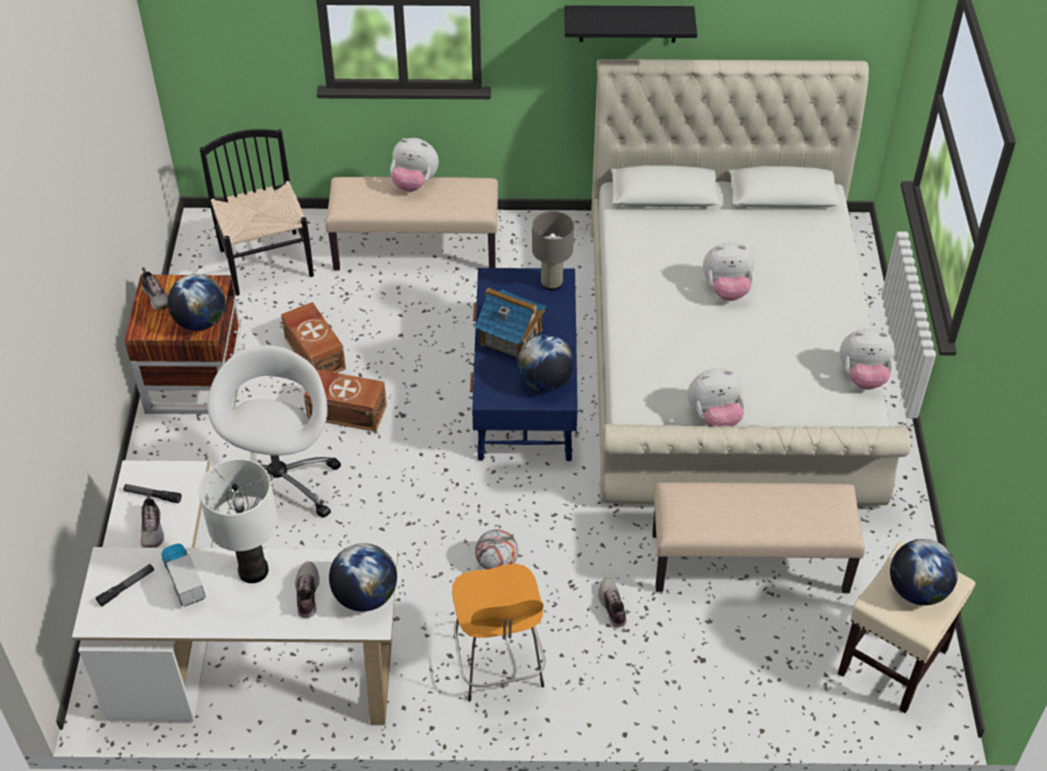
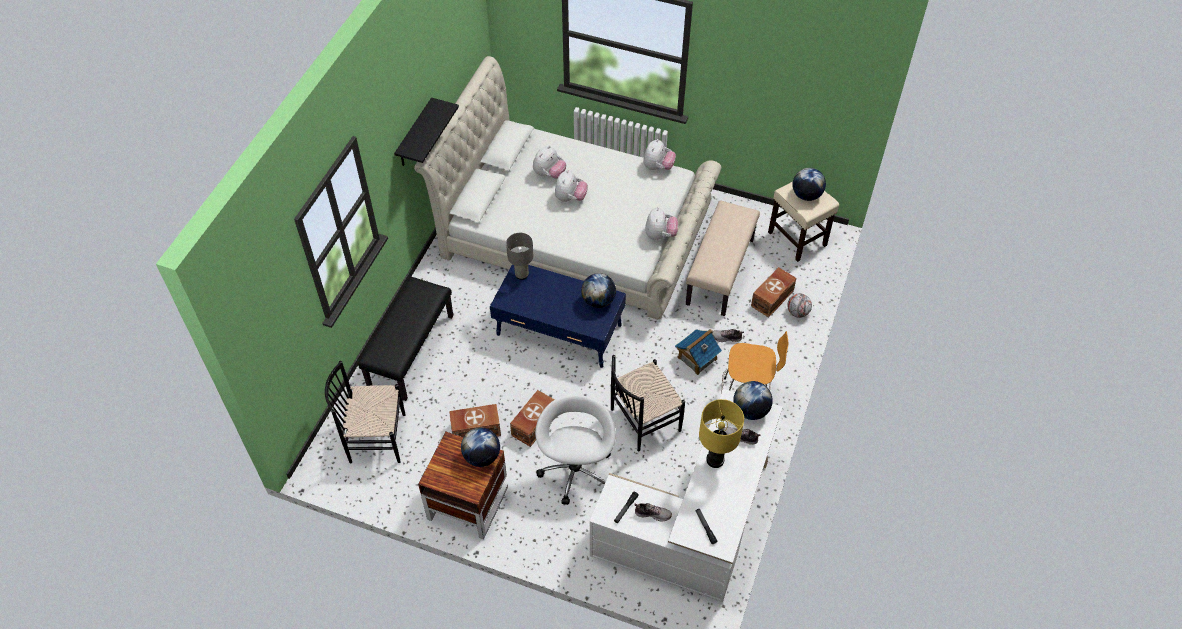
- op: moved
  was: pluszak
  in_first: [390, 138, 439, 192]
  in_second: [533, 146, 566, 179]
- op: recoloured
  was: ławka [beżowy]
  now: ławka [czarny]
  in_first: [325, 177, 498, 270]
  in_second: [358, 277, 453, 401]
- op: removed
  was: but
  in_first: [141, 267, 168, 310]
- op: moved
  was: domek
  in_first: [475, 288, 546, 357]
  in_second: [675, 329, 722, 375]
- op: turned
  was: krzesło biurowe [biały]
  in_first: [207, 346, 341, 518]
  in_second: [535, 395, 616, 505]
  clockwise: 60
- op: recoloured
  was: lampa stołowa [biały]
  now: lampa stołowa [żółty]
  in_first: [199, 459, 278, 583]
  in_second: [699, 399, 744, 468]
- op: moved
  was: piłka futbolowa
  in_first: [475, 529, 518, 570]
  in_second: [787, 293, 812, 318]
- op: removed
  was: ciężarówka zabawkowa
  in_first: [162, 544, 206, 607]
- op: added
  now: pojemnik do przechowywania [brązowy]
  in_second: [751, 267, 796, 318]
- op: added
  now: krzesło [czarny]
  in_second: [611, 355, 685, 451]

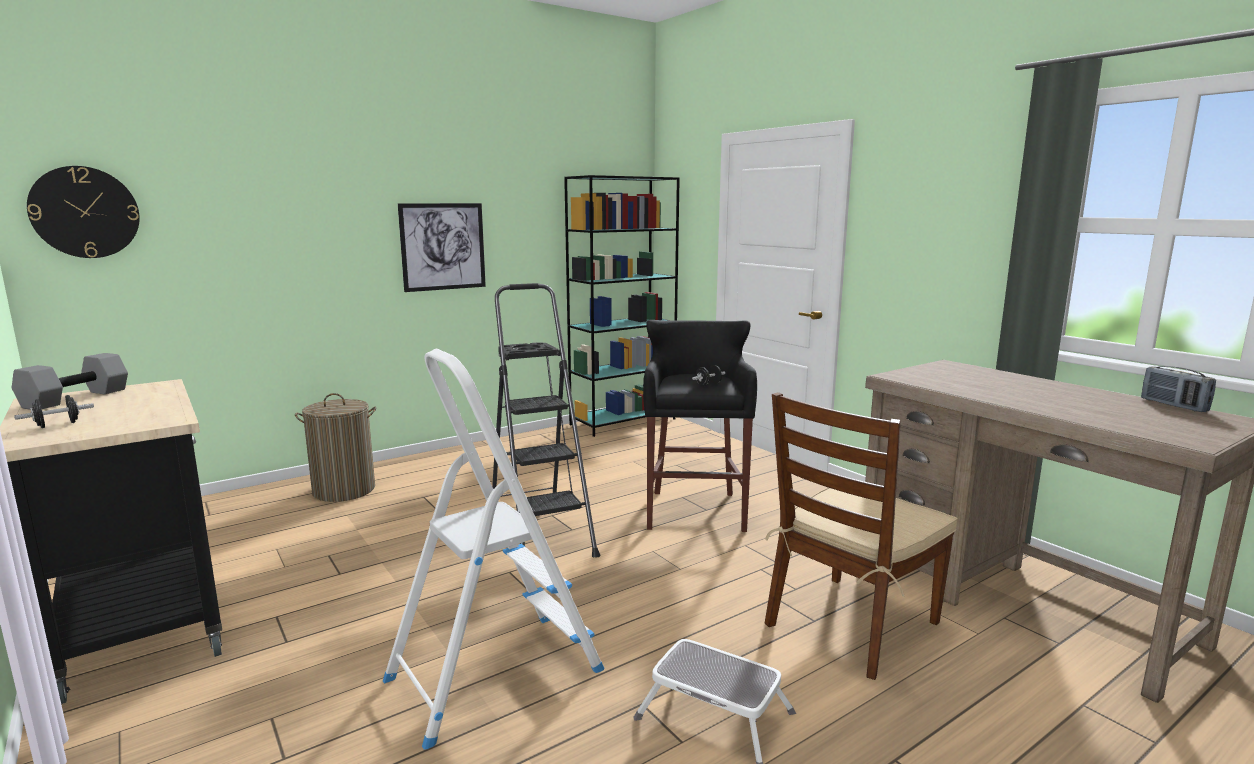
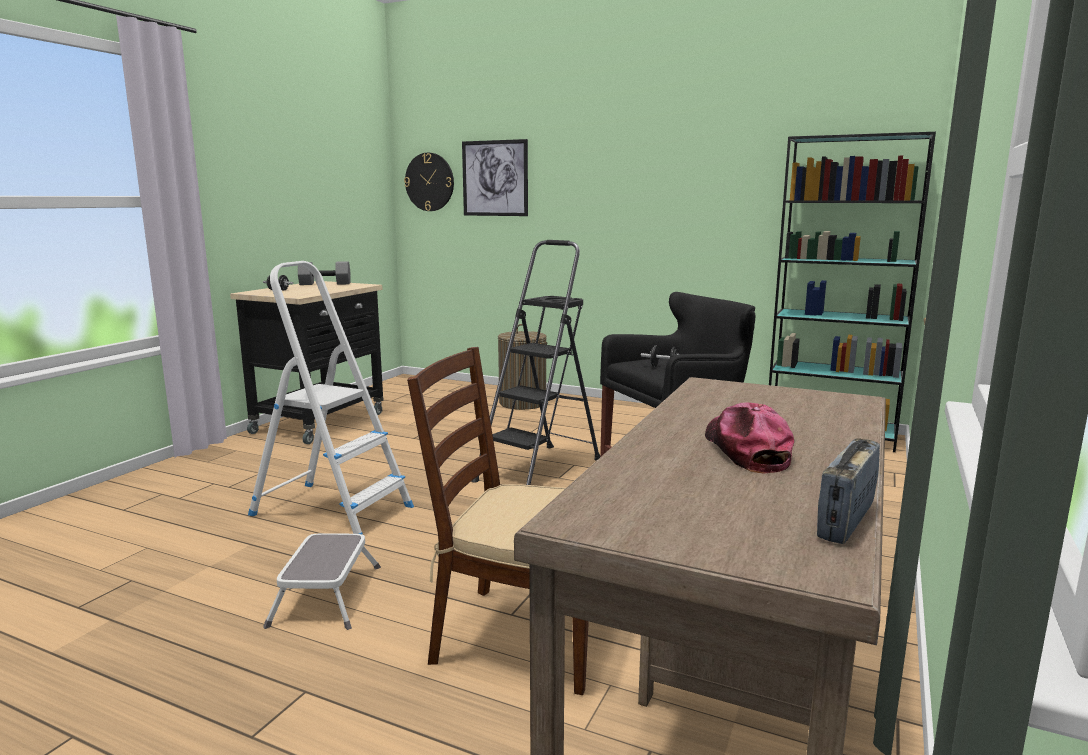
- op: moved
  was: obraz
  in_first: [398, 203, 486, 292]
  in_second: [462, 139, 528, 216]
- op: added
  now: czapka z daszkiem
  in_second: [705, 403, 794, 474]

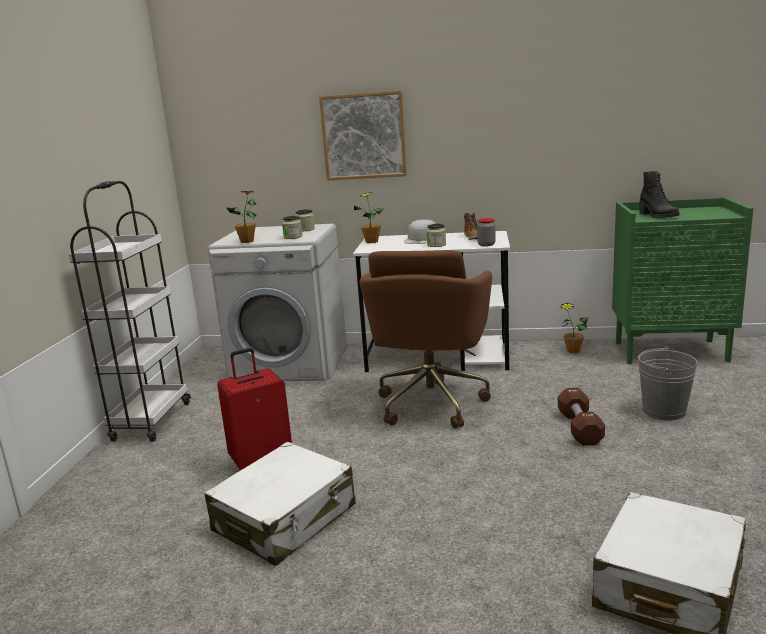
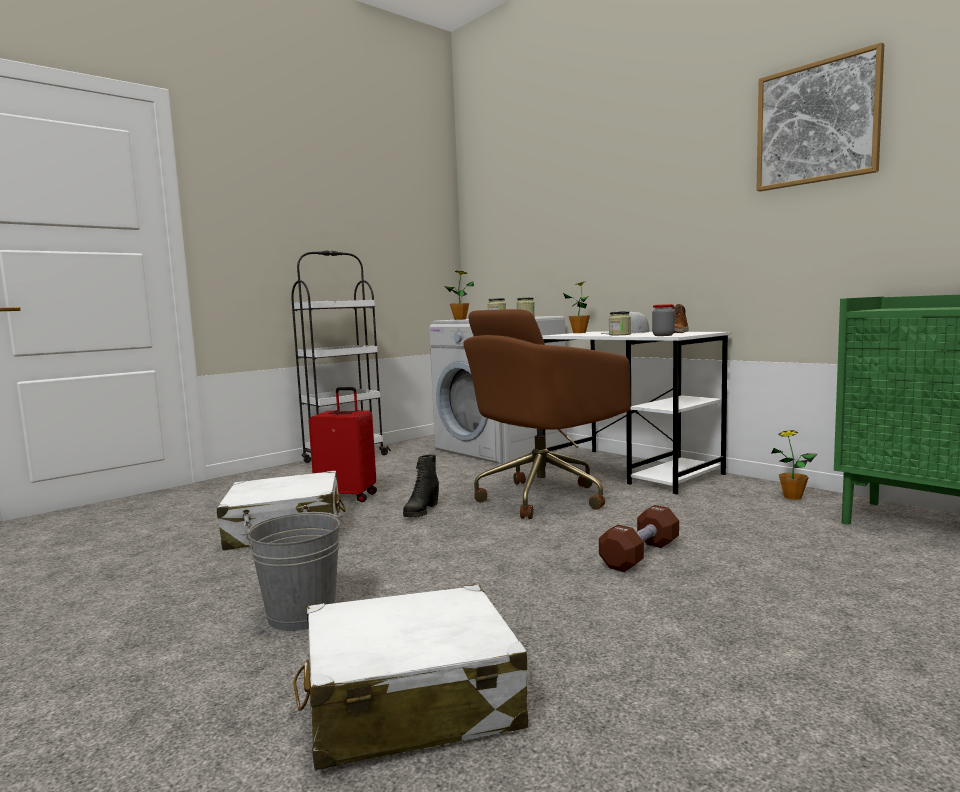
- op: moved
  was: obraz
  in_first: [319, 91, 407, 181]
  in_second: [756, 42, 884, 191]
- op: moved
  was: but z cholewką [czarny]
  in_first: [640, 171, 680, 218]
  in_second: [403, 455, 439, 517]
- op: moved
  was: wiadro [szary]
  in_first: [638, 346, 697, 420]
  in_second: [240, 512, 343, 631]

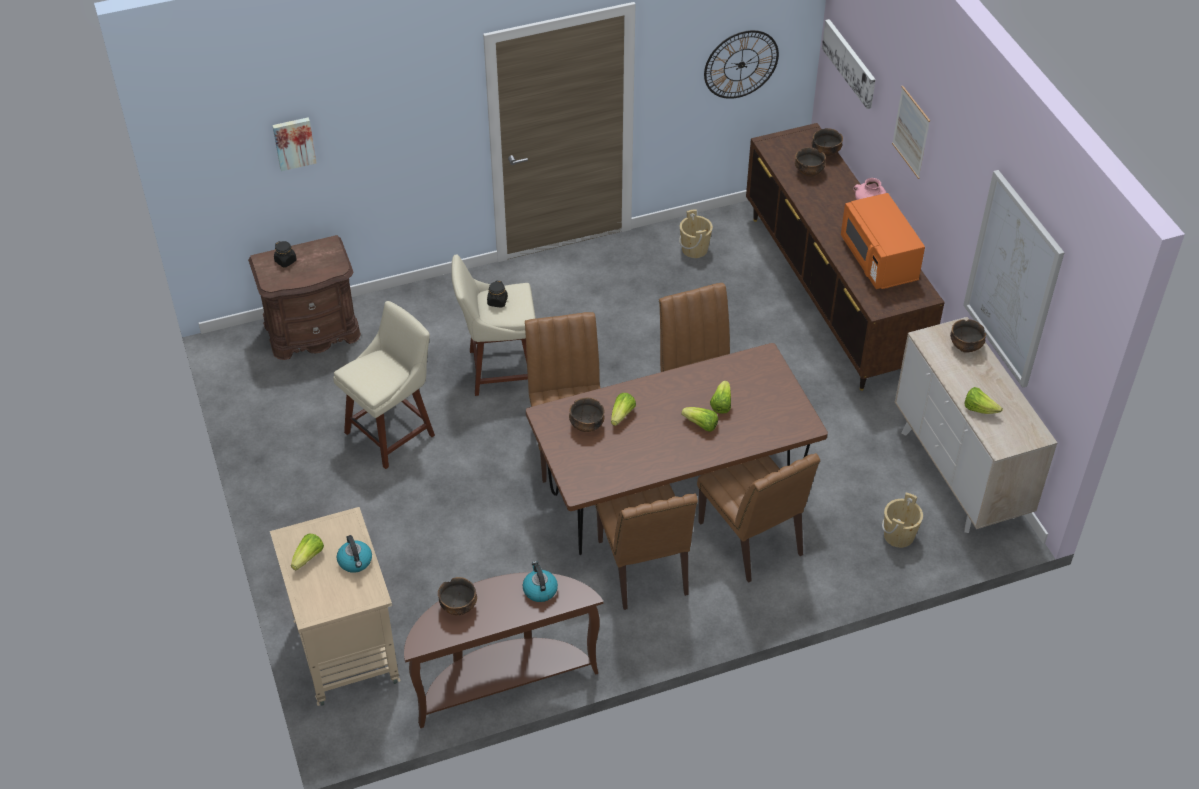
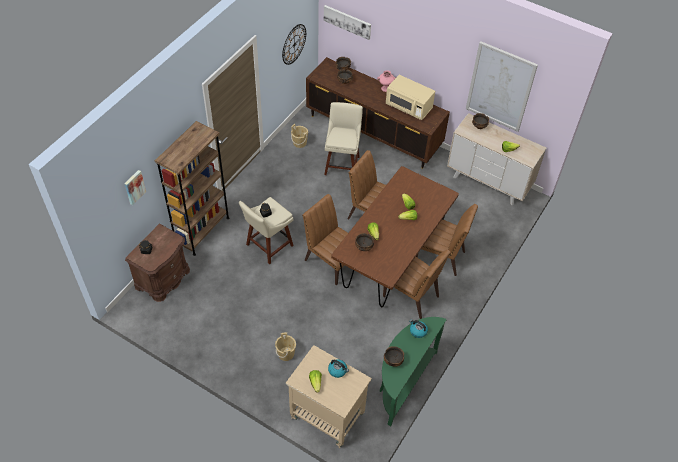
- op: removed
  was: obraz
  in_first: [892, 86, 930, 179]
- op: recoloured
  was: mikrofalówka [pomarańczowy]
  now: mikrofalówka [beżowy]
  in_first: [841, 193, 925, 289]
  in_second: [386, 75, 435, 120]
- op: moved
  was: stołek [beżowy]
  in_first: [333, 301, 435, 469]
  in_second: [324, 102, 363, 175]
- op: moved
  was: wiadro [beżowy]
  in_first: [882, 493, 923, 548]
  in_second: [275, 332, 296, 361]
- op: recoloured
  was: stolik konsolowy [brązowy]
  now: stolik konsolowy [zielony]
  in_first: [404, 572, 603, 728]
  in_second: [379, 317, 447, 426]
- op: added
  now: regał [brązowy]
  in_second: [155, 121, 229, 256]

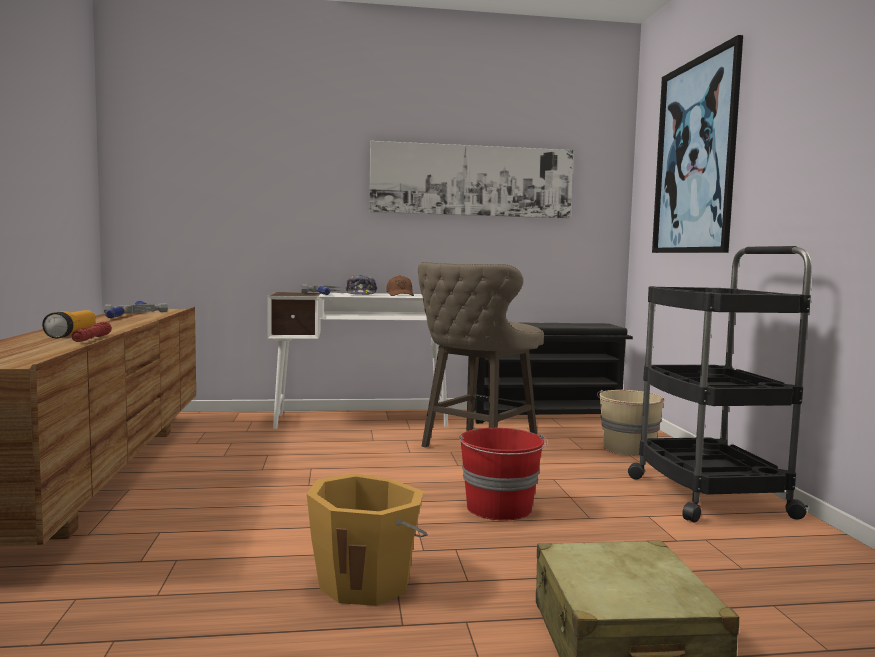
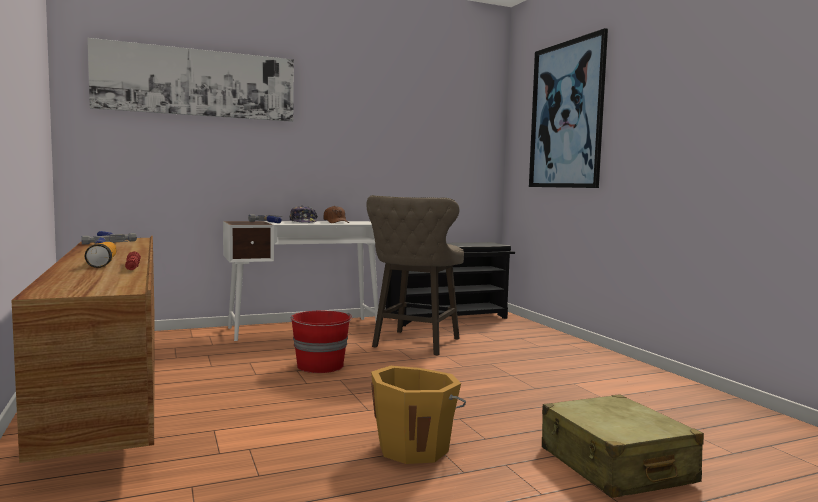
- op: moved
  was: obraz
  in_first: [369, 141, 573, 218]
  in_second: [88, 38, 294, 122]
- op: removed
  was: wózek [czarny]
  in_first: [628, 246, 812, 523]
- op: removed
  was: wiadro [beżowy]
  in_first: [597, 390, 665, 456]
- op: moved
  was: wiadro [czerwony]
  in_first: [459, 428, 547, 521]
  in_second: [291, 311, 352, 373]

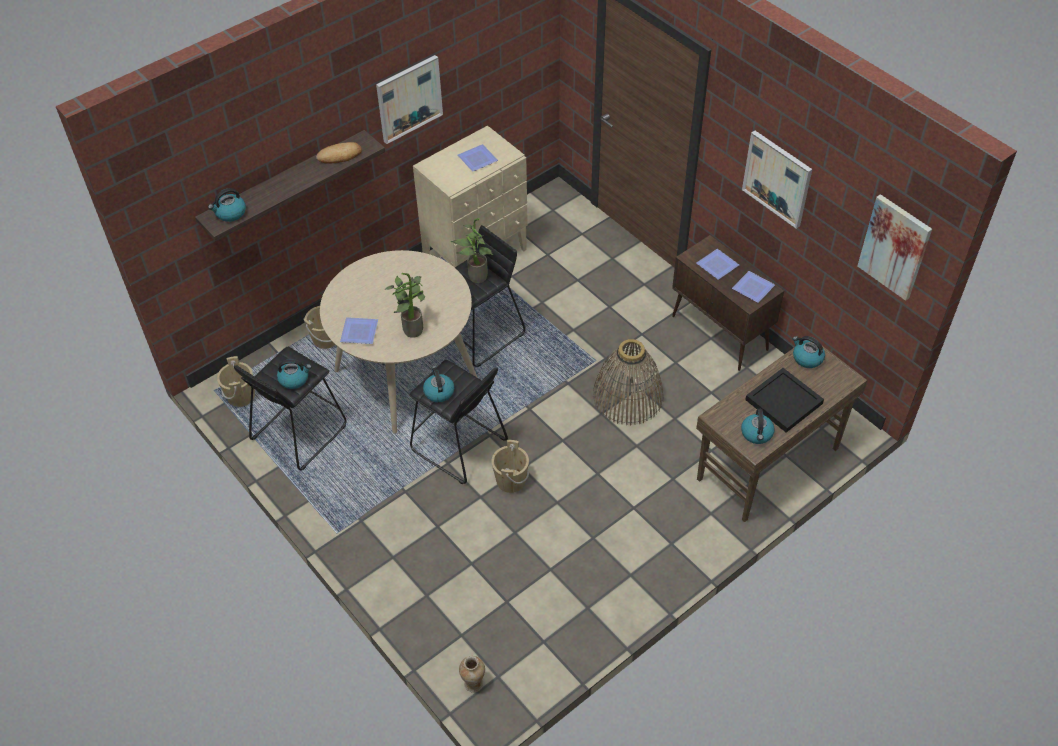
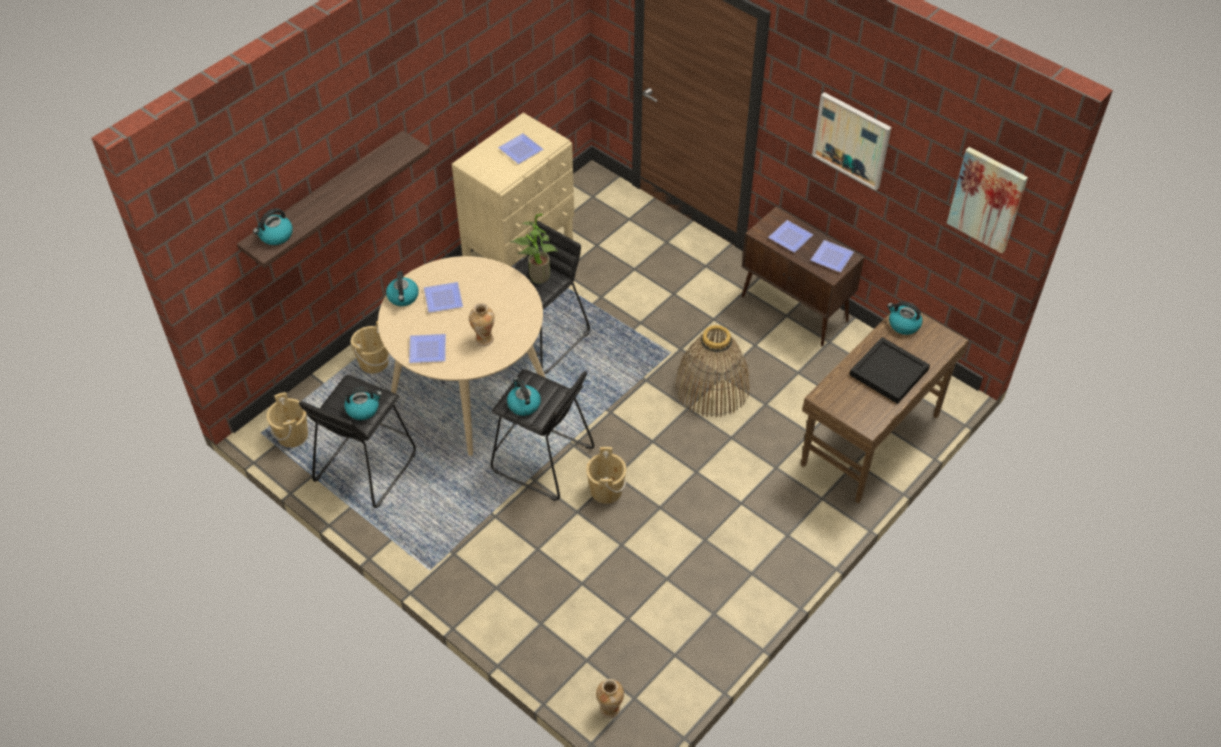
- op: removed
  was: obraz
  in_first: [376, 55, 443, 144]
- op: removed
  was: chleb
  in_first: [316, 142, 362, 163]
- op: replaced
  was: roślina doniczkowa
  now: wazon
  in_first: [384, 273, 425, 338]
  in_second: [469, 302, 495, 347]
- op: moved
  was: czajnik
  in_first: [741, 409, 775, 444]
  in_second: [386, 271, 419, 306]
- op: added
  now: talerz
  in_second: [424, 282, 463, 313]

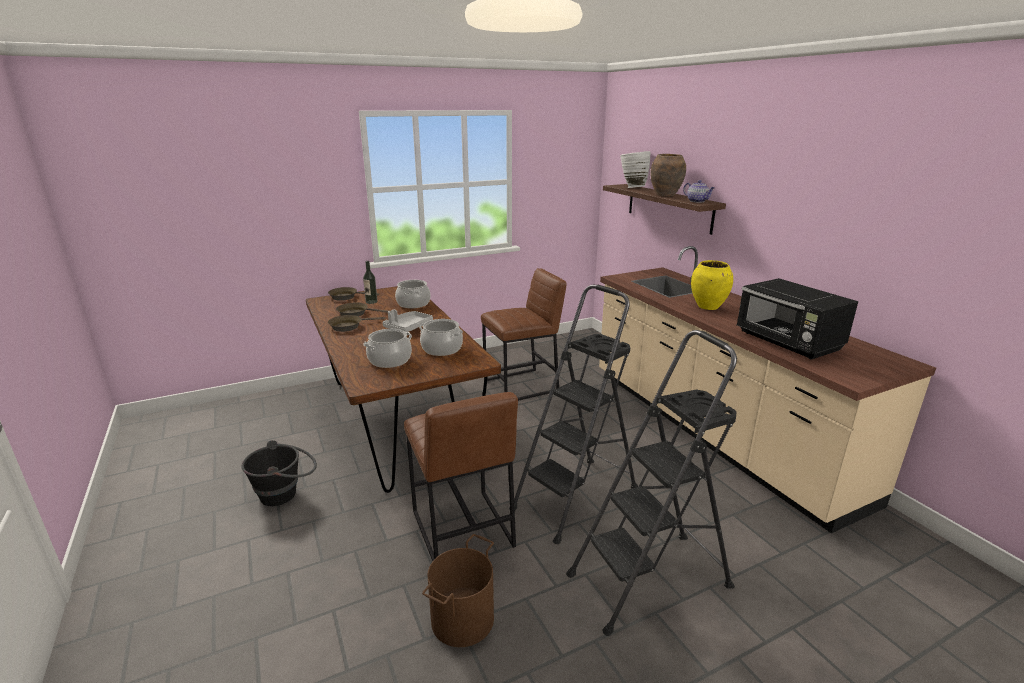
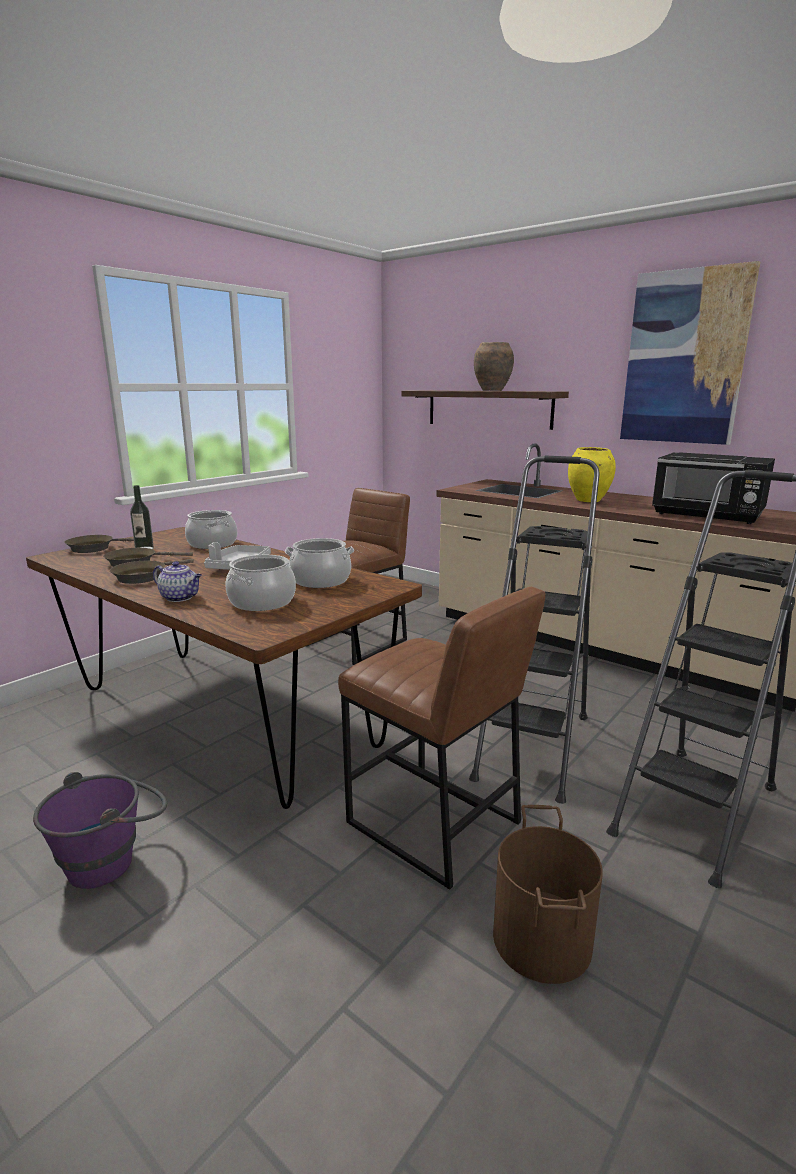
- op: removed
  was: wazon [biały]
  in_first: [620, 151, 651, 188]
- op: moved
  was: imbryk
  in_first: [683, 180, 715, 202]
  in_second: [153, 561, 202, 602]
- op: recoloured
  was: wiadro [czarny]
  now: wiadro [fioletowy]
  in_first: [241, 440, 317, 506]
  in_second: [33, 772, 167, 889]
- op: added
  now: obraz
  in_second: [620, 261, 760, 445]

